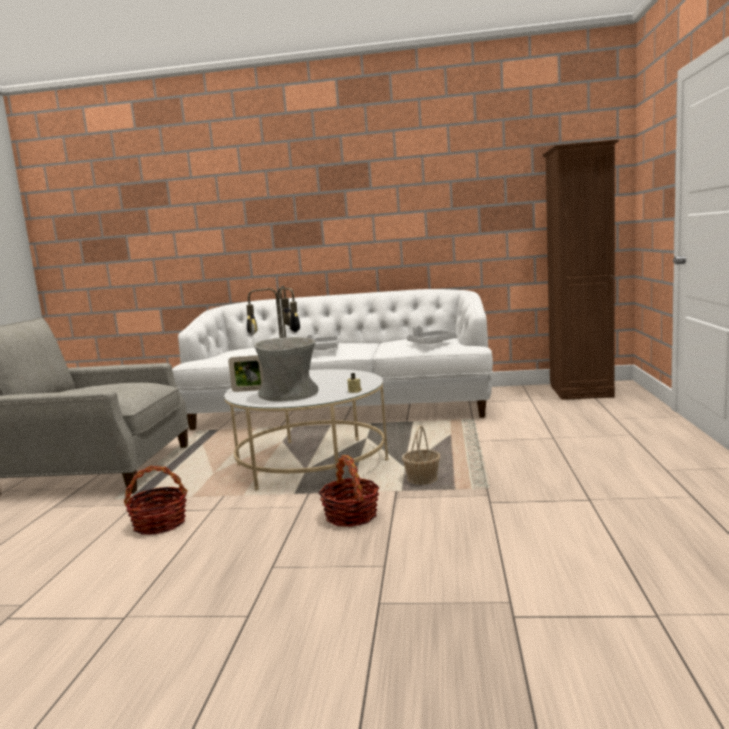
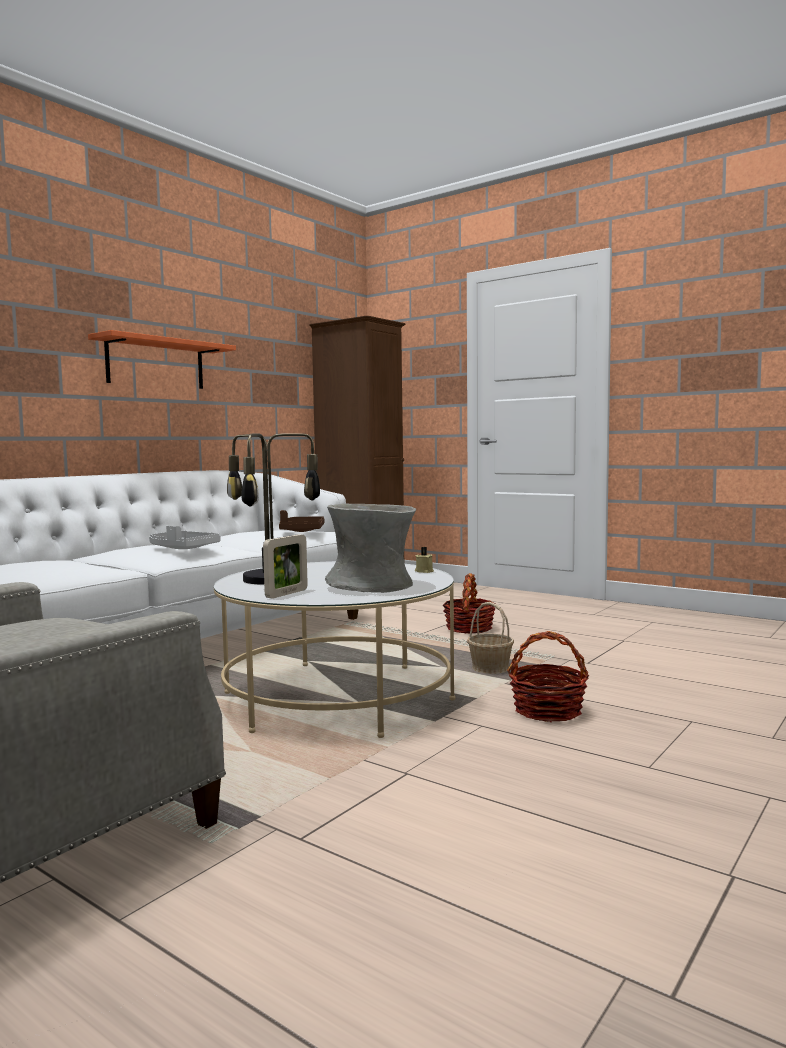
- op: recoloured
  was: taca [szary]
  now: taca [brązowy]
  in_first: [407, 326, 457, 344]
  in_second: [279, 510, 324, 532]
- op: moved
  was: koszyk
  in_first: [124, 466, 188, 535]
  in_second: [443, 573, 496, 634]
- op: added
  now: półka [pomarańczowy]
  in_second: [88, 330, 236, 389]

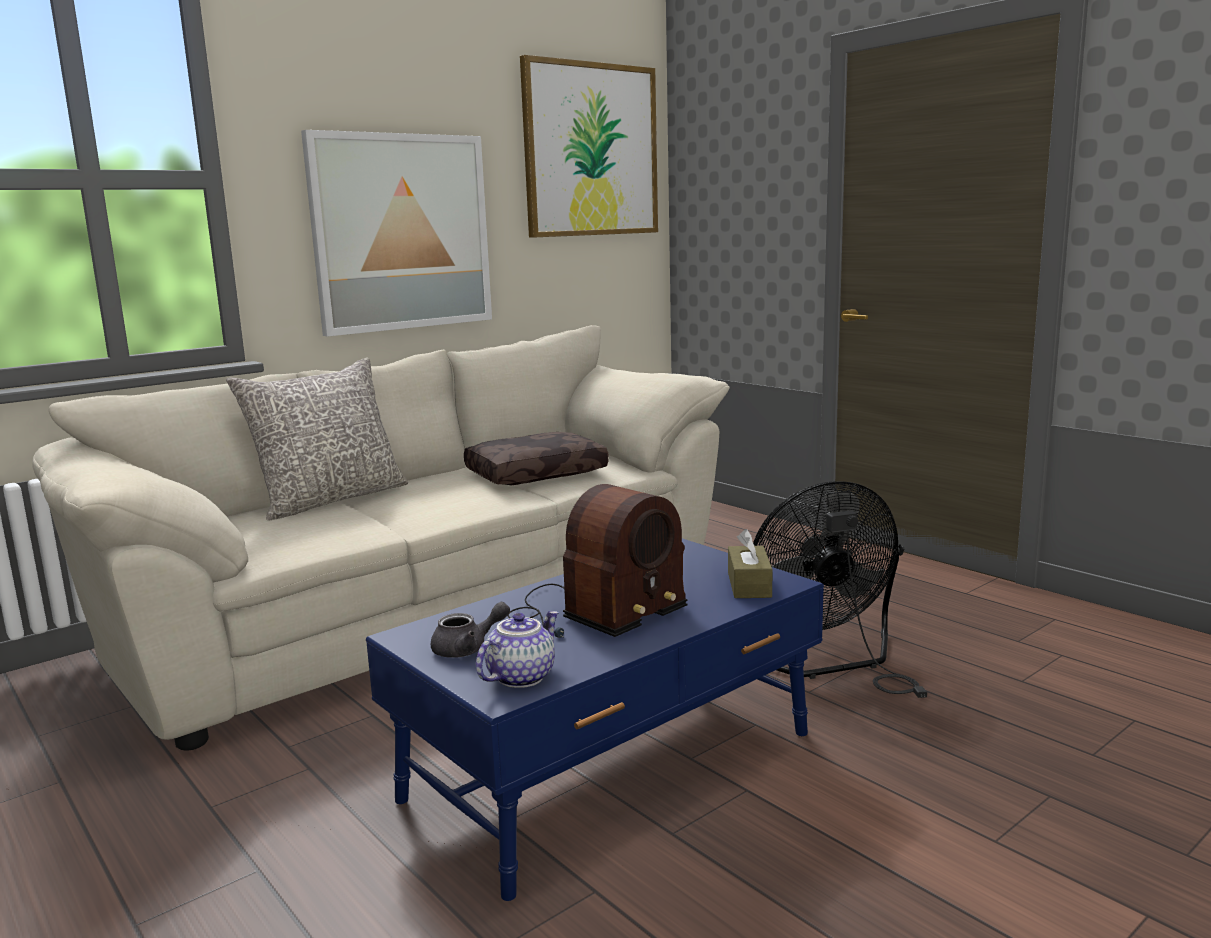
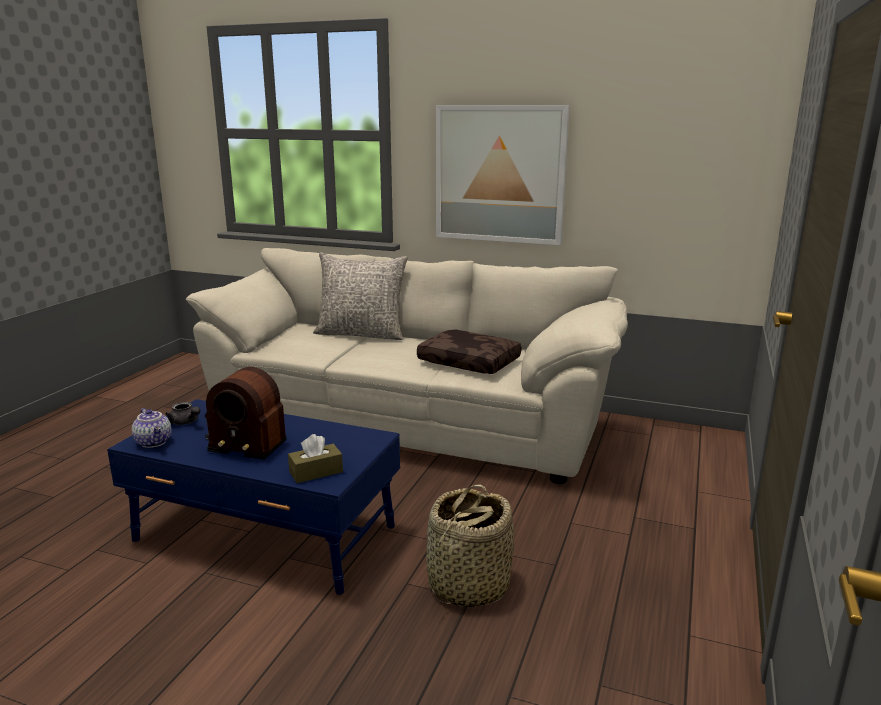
- op: removed
  was: obraz
  in_first: [520, 55, 658, 238]
- op: replaced
  was: wentylator [czarny]
  now: koszyk
  in_first: [753, 481, 927, 698]
  in_second: [427, 484, 514, 607]
- op: turned
  was: imbryk
  in_first: [476, 611, 559, 688]
  in_second: [132, 408, 171, 448]
  clockwise: 45

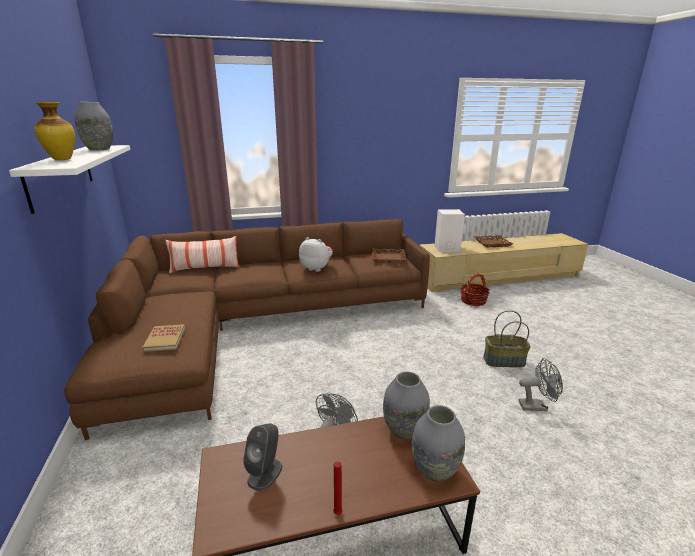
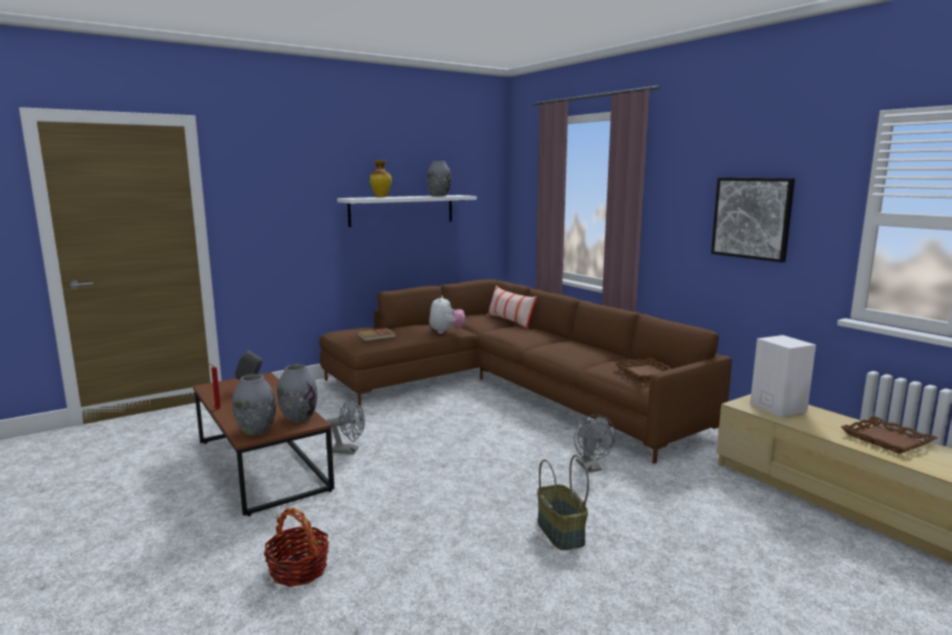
- op: moved
  was: pluszak
  in_first: [299, 237, 333, 272]
  in_second: [429, 295, 465, 334]
- op: moved
  was: koszyk
  in_first: [461, 273, 490, 306]
  in_second: [264, 508, 329, 587]
- op: moved
  was: wentylator [szary]
  in_first: [518, 358, 563, 411]
  in_second: [574, 414, 616, 473]
- op: added
  now: obraz
  in_second: [711, 178, 795, 262]

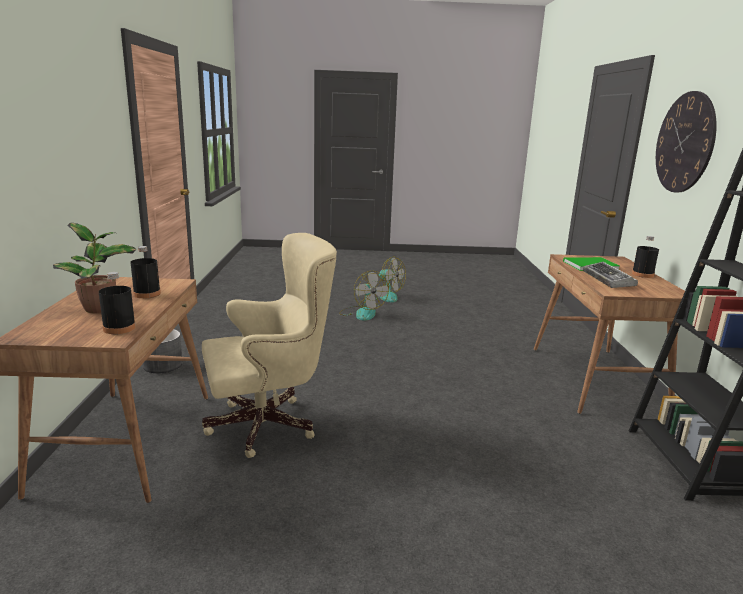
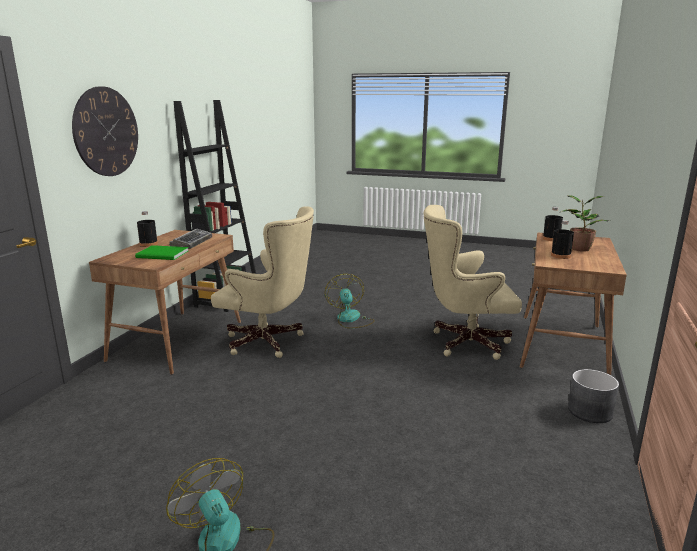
- op: moved
  was: wentylator
  in_first: [339, 271, 389, 321]
  in_second: [325, 274, 375, 329]
- op: added
  now: krzesło biurowe [beżowy]
  in_second: [211, 207, 314, 358]

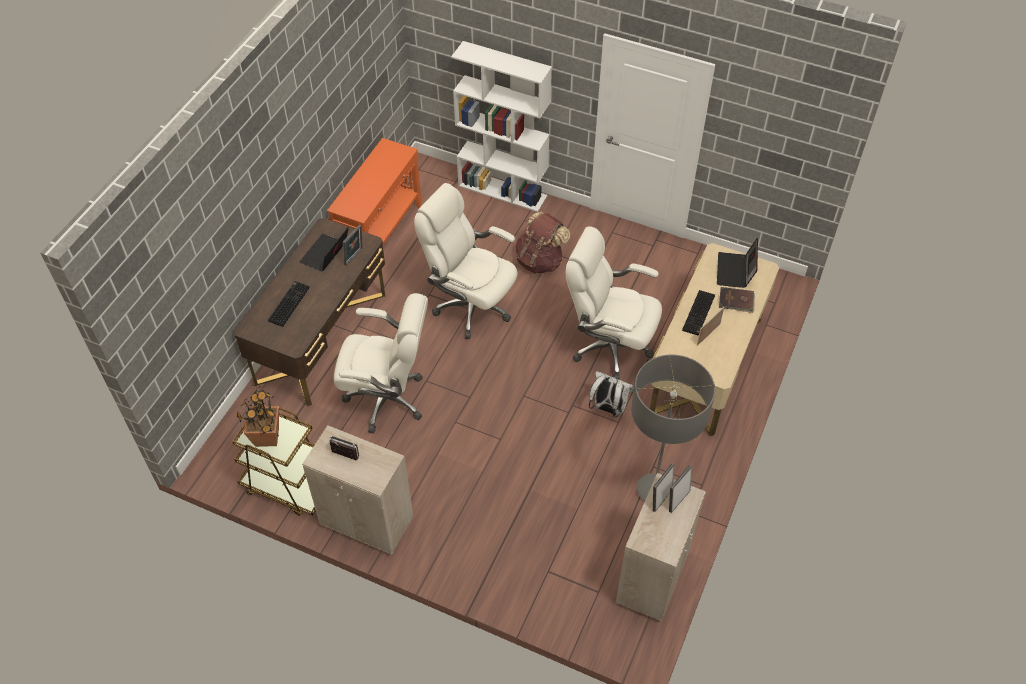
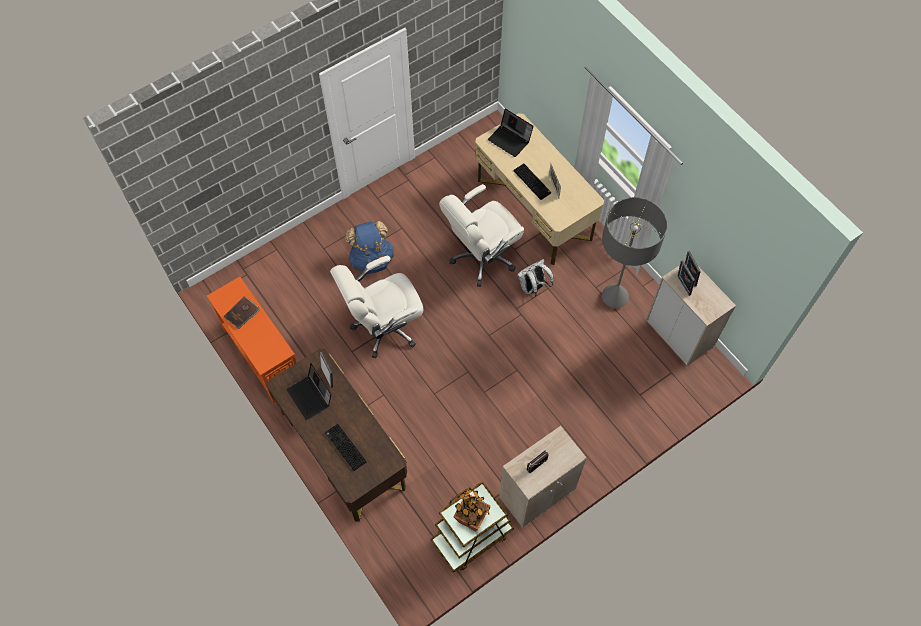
- op: removed
  was: regał [biały]
  in_first: [451, 41, 552, 212]
- op: recoloured
  was: plecak [brązowy]
  now: plecak [niebieski]
  in_first: [516, 211, 570, 274]
  in_second: [345, 221, 394, 274]
- op: moved
  was: książka [brązowy]
  in_first: [719, 287, 755, 313]
  in_second: [224, 297, 260, 329]
- op: removed
  was: krzesło biurowe [biały]
  in_first: [334, 293, 428, 434]

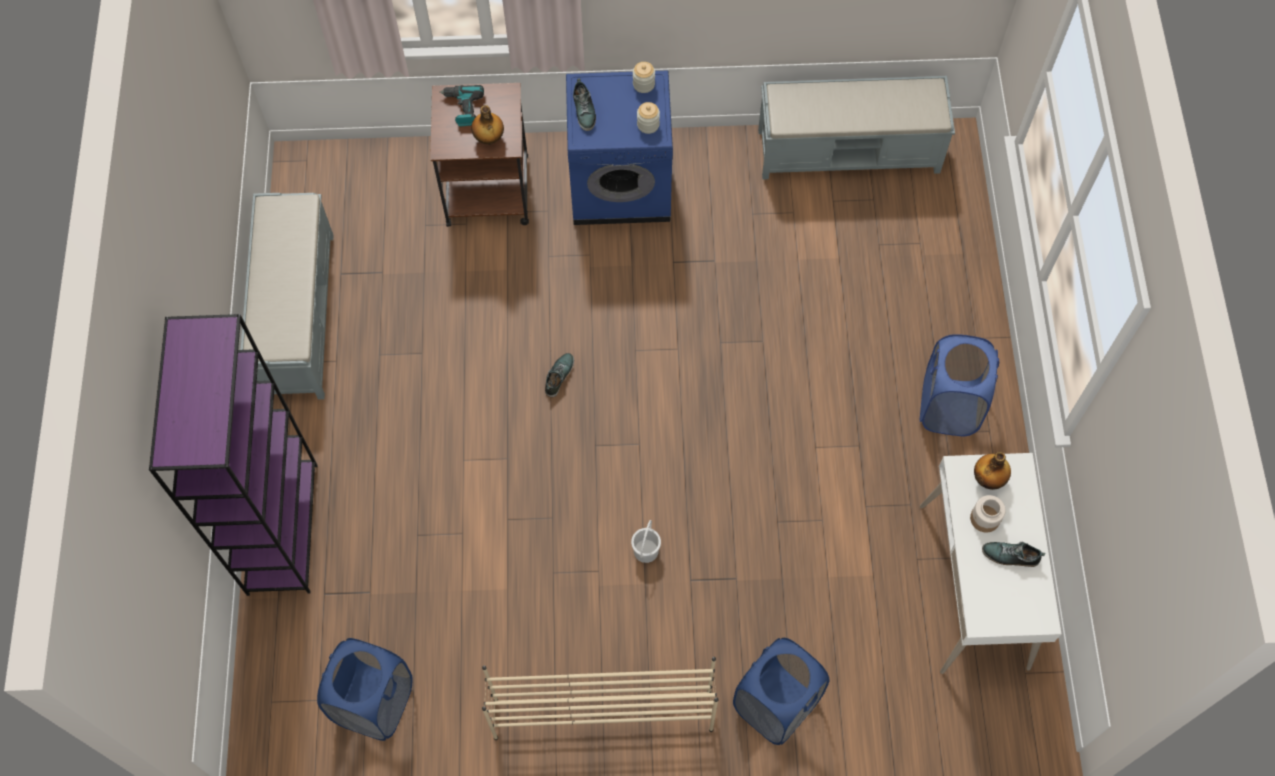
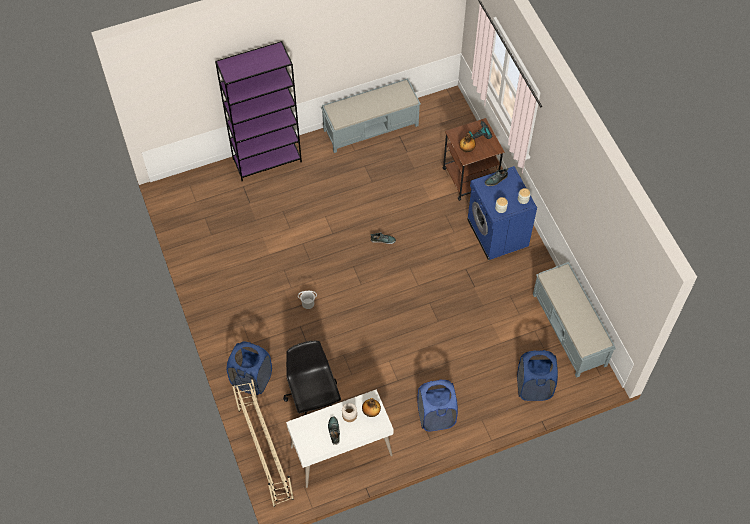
- op: moved
  was: kosz na pranie [niebieski]
  in_first: [317, 638, 413, 741]
  in_second: [517, 350, 558, 401]
- op: moved
  was: regał na buty [beżowy]
  in_first: [482, 657, 719, 740]
  in_second: [232, 378, 294, 507]
- op: added
  now: krzesło biurowe [czarny]
  in_second: [283, 341, 341, 415]

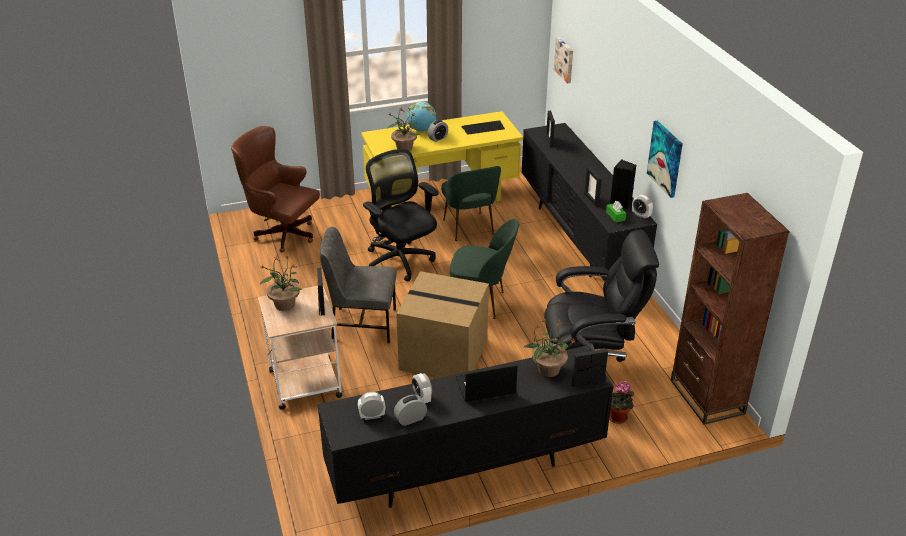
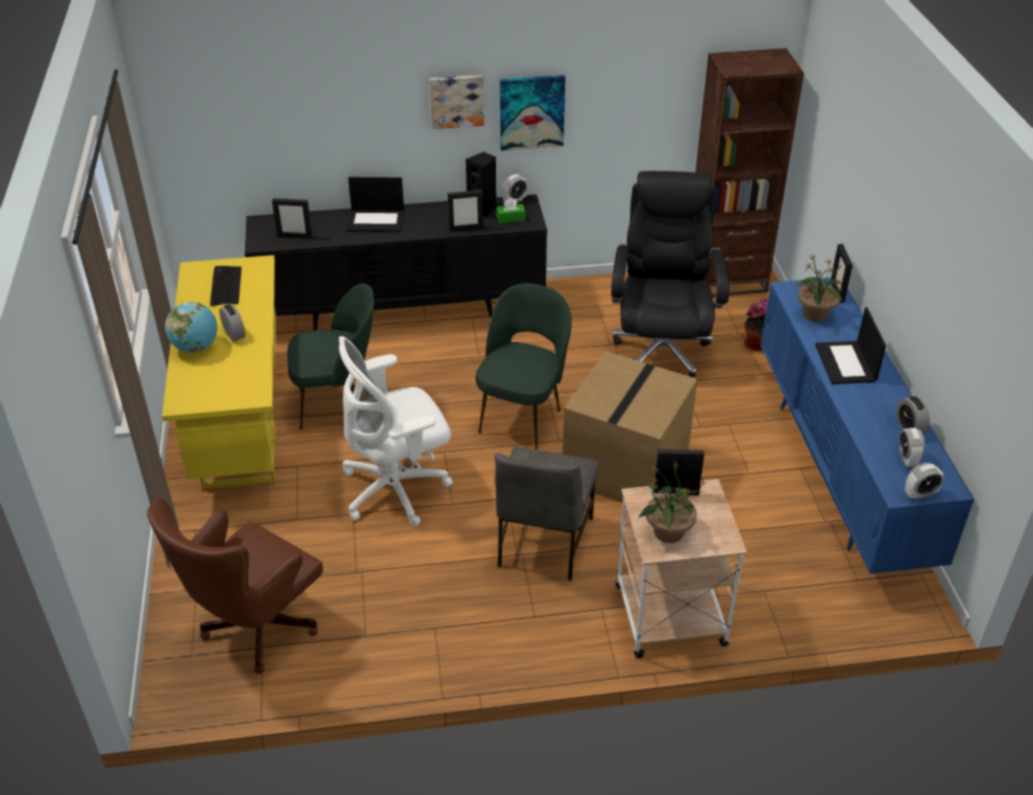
- op: moved
  was: obraz
  in_first: [554, 37, 573, 83]
  in_second: [429, 75, 484, 129]
- op: removed
  was: roślina doniczkowa
  in_first: [387, 107, 418, 151]
- op: recoloured
  was: krzesło biurowe [czarny]
  now: krzesło biurowe [biały]
  in_first: [363, 149, 439, 282]
  in_second: [339, 336, 453, 526]
- op: recoloured
  was: szafka [czarny]
  now: szafka [niebieski]
  in_first: [317, 346, 614, 508]
  in_second: [760, 277, 974, 574]
- op: moved
  was: budzik
  in_first: [412, 373, 432, 403]
  in_second: [905, 463, 944, 500]
- op: added
  now: laptop
  in_second: [347, 177, 404, 232]

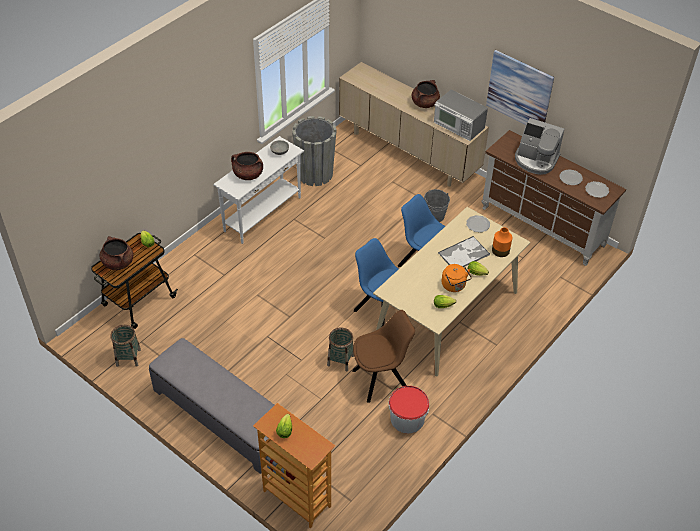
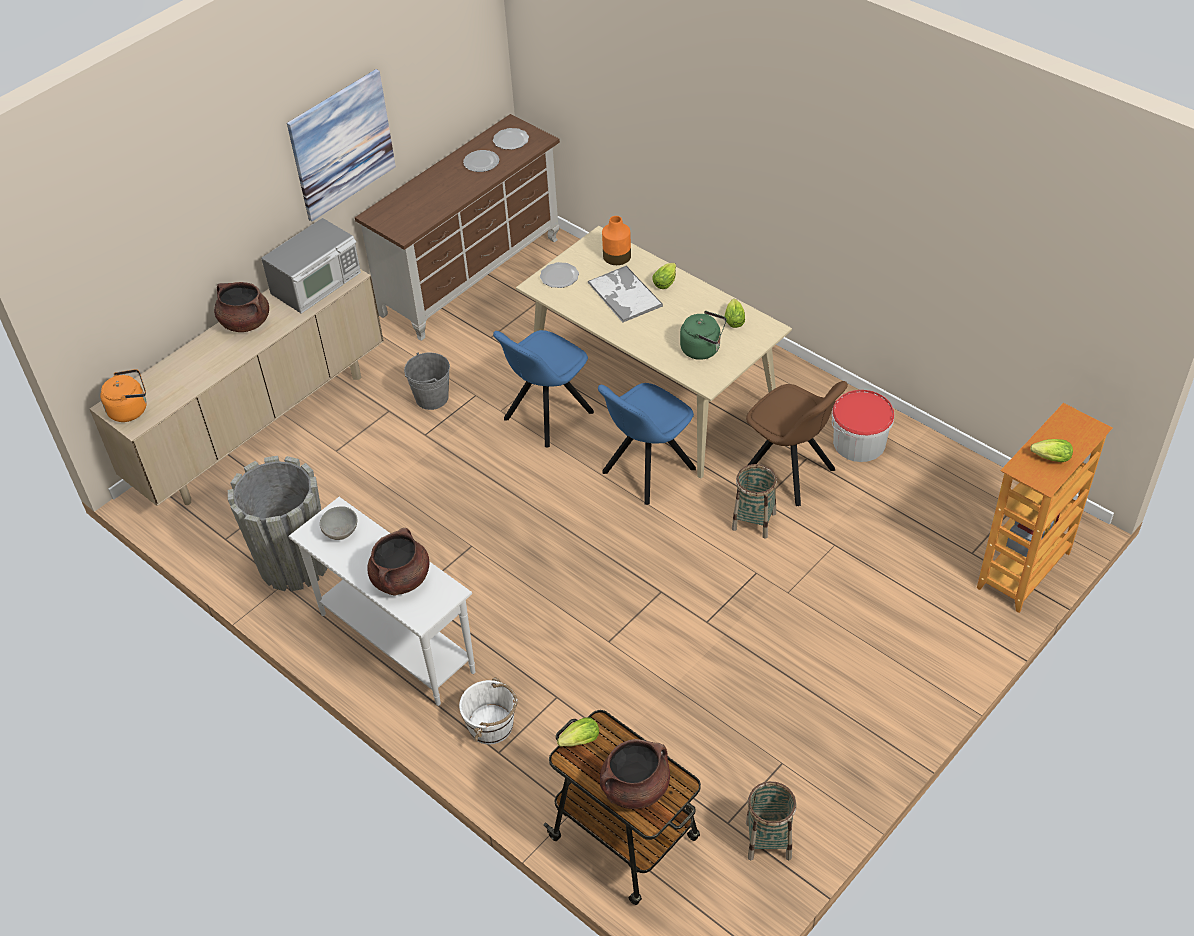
- op: removed
  was: ekspres do kawy
  in_first: [515, 118, 564, 175]
- op: moved
  was: czajnik [pomarańczowy]
  in_first: [442, 264, 472, 292]
  in_second: [100, 369, 147, 422]
- op: turned
  was: krzesło [brązowy]
  in_first: [352, 310, 415, 403]
  in_second: [746, 381, 848, 506]
  clockwise: 150
- op: removed
  was: ławka [szary]
  in_first: [149, 338, 275, 474]
- op: added
  now: czajnik [zielony]
  in_second: [680, 311, 726, 360]
- op: added
  now: wiadro [biały]
  in_second: [459, 677, 518, 744]

